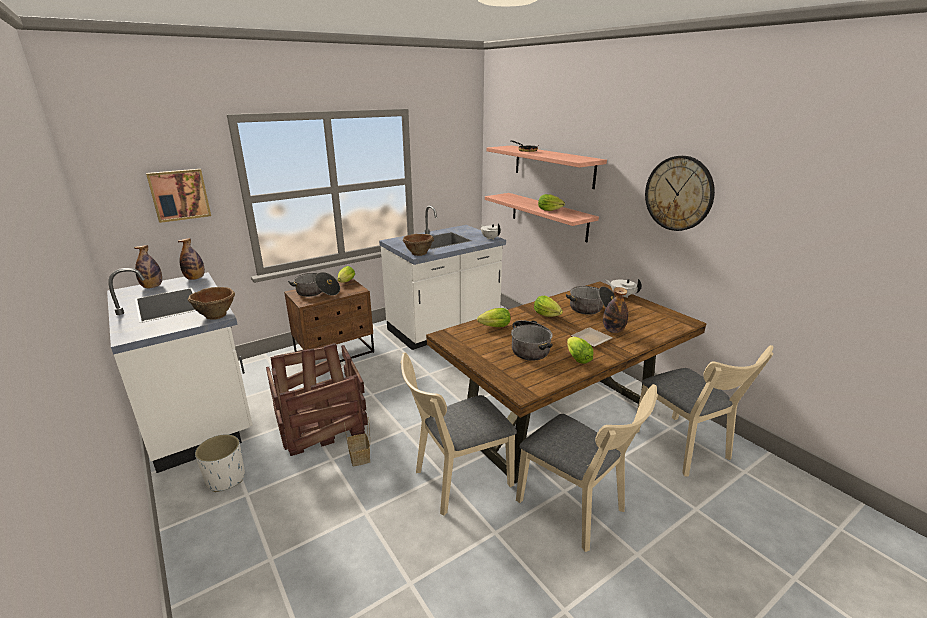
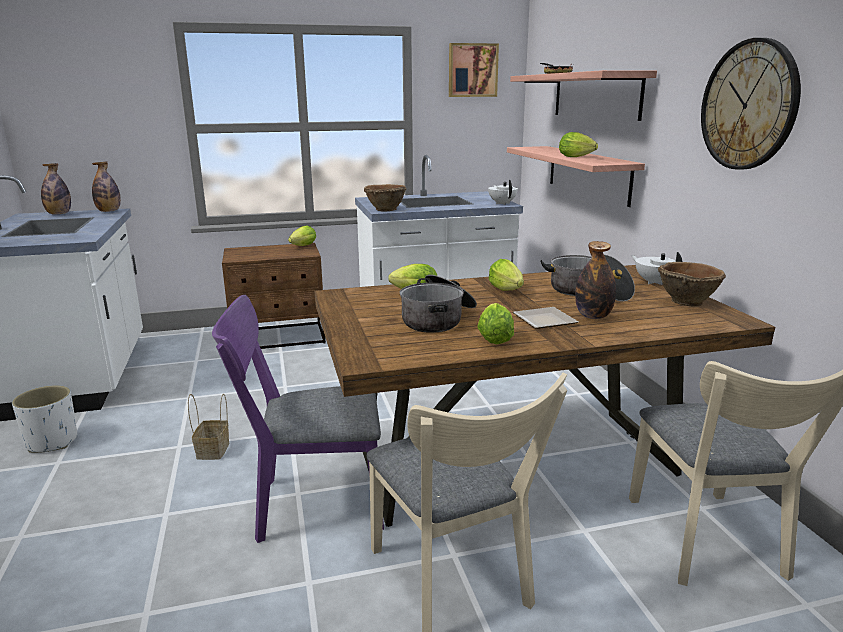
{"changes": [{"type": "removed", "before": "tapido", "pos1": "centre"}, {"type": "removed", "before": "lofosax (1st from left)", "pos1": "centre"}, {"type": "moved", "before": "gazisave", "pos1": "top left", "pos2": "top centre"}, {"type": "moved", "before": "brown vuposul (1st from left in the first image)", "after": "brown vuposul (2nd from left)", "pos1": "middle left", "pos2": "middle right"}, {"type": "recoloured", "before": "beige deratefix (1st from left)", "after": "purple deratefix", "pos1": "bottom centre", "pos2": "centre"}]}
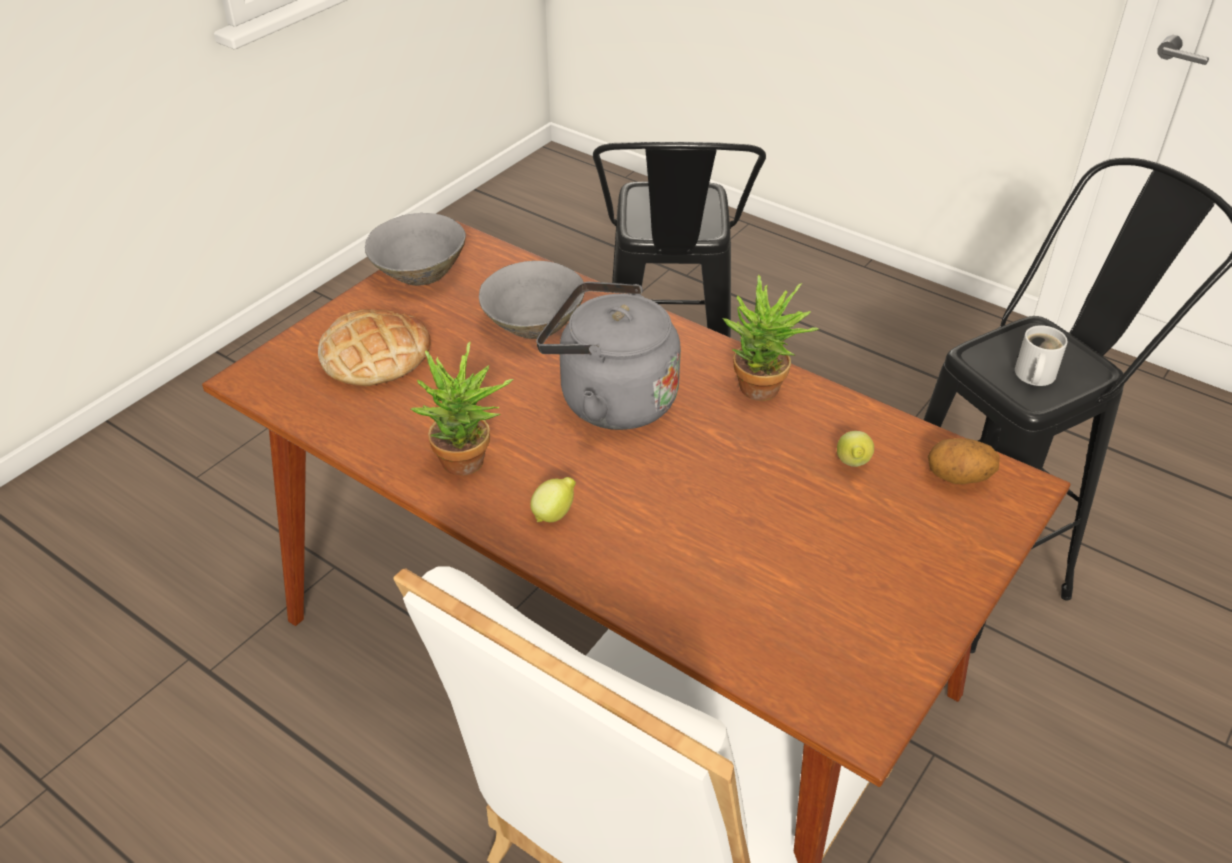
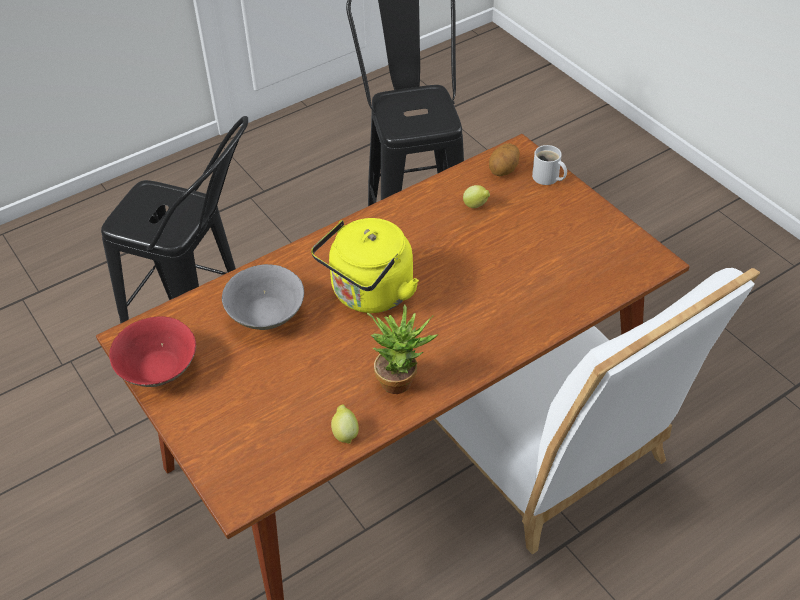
{"changes": [{"type": "removed", "before": "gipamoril", "pos1": "middle left"}, {"type": "removed", "before": "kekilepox (2nd from left)", "pos1": "centre"}, {"type": "moved", "before": "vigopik (1st from left)", "pos1": "centre", "pos2": "bottom centre"}, {"type": "moved", "before": "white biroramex", "pos1": "middle right", "pos2": "top right"}, {"type": "recoloured", "before": "grey vuposul (1st from left)", "after": "red vuposul", "pos1": "top centre", "pos2": "middle left"}, {"type": "recoloured", "before": "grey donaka", "after": "yellow donaka", "pos1": "centre", "pos2": "centre"}]}
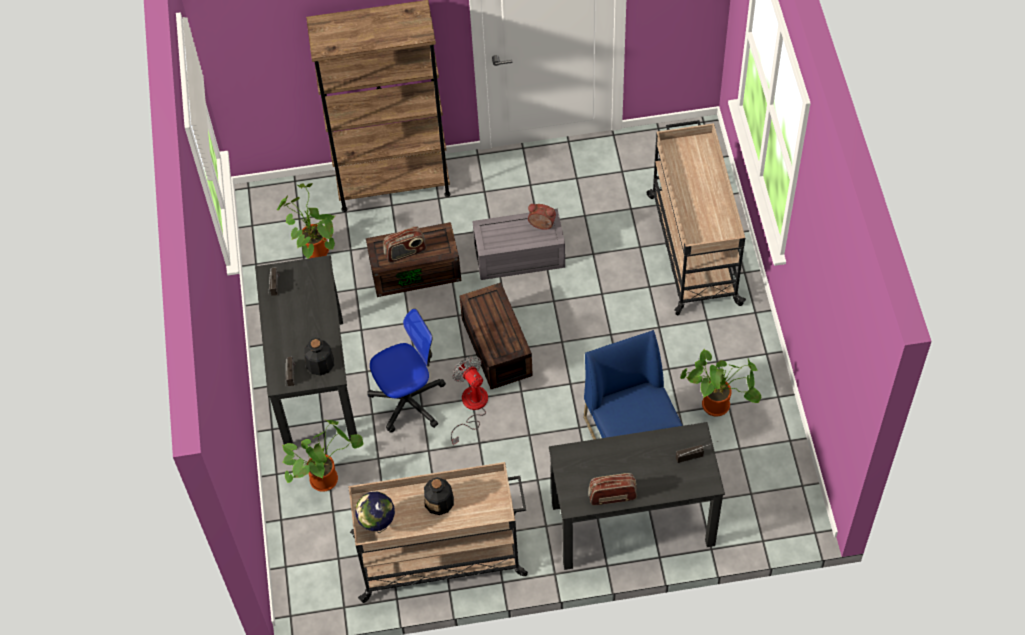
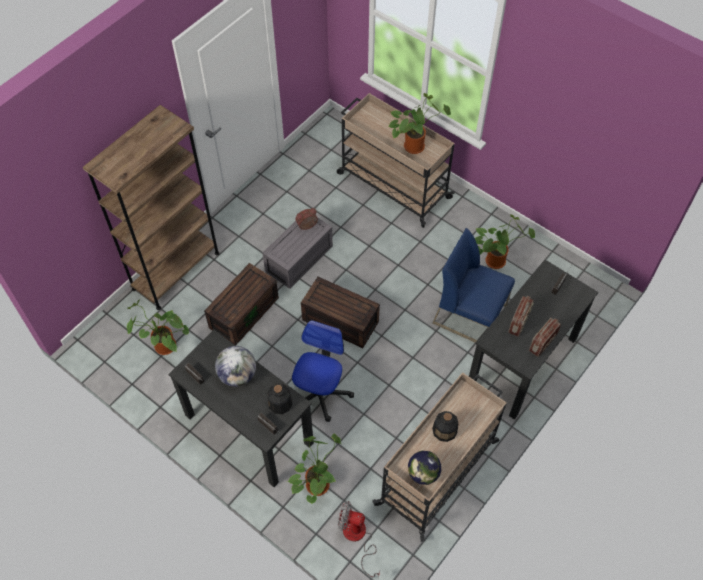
{"changes": [{"type": "added", "after": "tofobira (1st from left)", "pos2": "centre"}, {"type": "added", "after": "kekilepox (3rd from left)", "pos2": "top centre"}, {"type": "moved", "before": "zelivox (3rd from left)", "pos1": "centre", "pos2": "middle right"}, {"type": "moved", "before": "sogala", "pos1": "centre", "pos2": "bottom centre"}]}
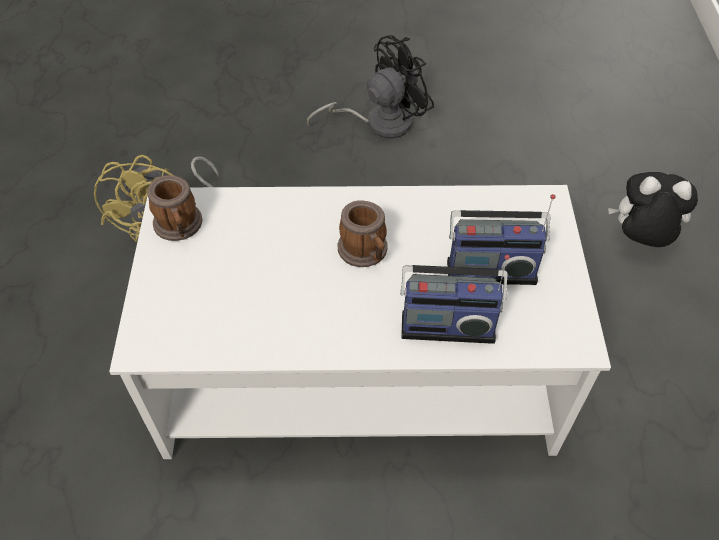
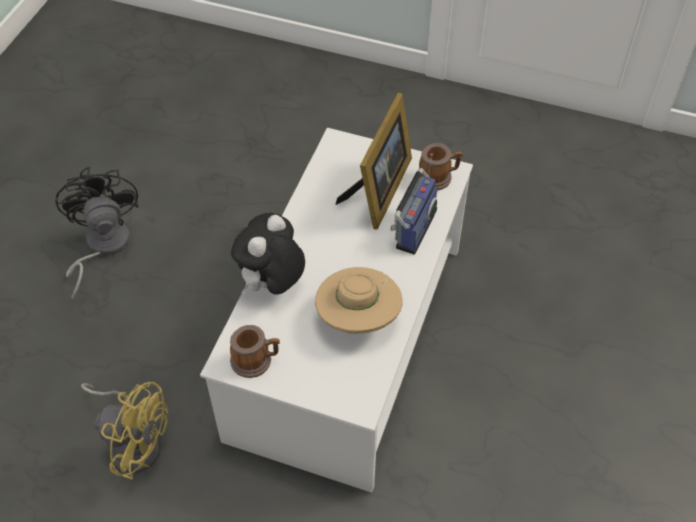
{"changes": [{"type": "added", "after": "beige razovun", "pos2": "centre"}, {"type": "moved", "before": "biroramex (2nd from left)", "pos1": "centre", "pos2": "top centre"}, {"type": "moved", "before": "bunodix", "pos1": "middle right", "pos2": "centre"}, {"type": "replaced", "before": "zelivox (2nd from left)", "after": "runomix", "pos1": "middle right", "pos2": "top centre"}]}
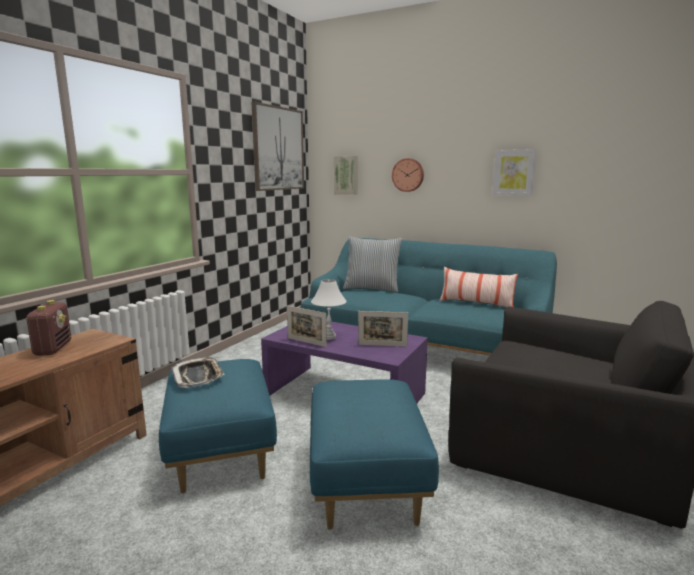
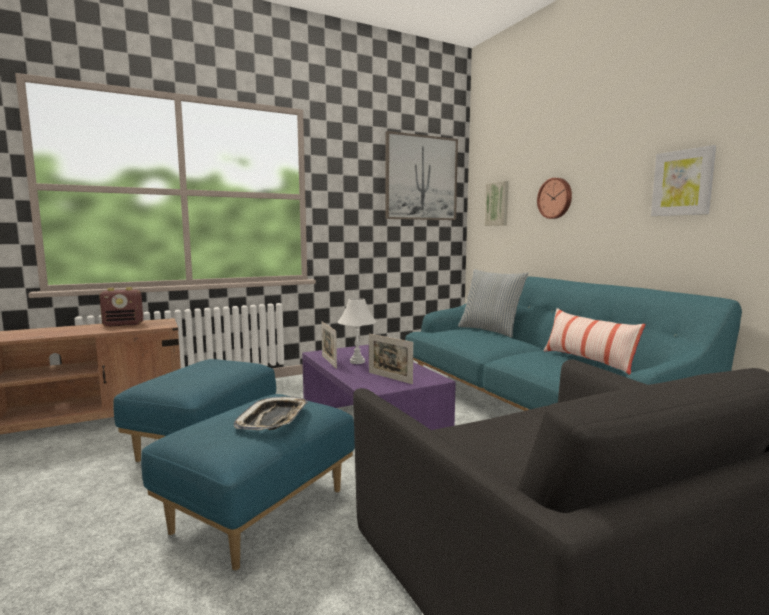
{"changes": [{"type": "moved", "before": "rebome", "pos1": "middle left", "pos2": "bottom centre"}, {"type": "turned", "before": "zelivox", "pos1": "middle left", "pos2": "middle left", "turn": 45}]}
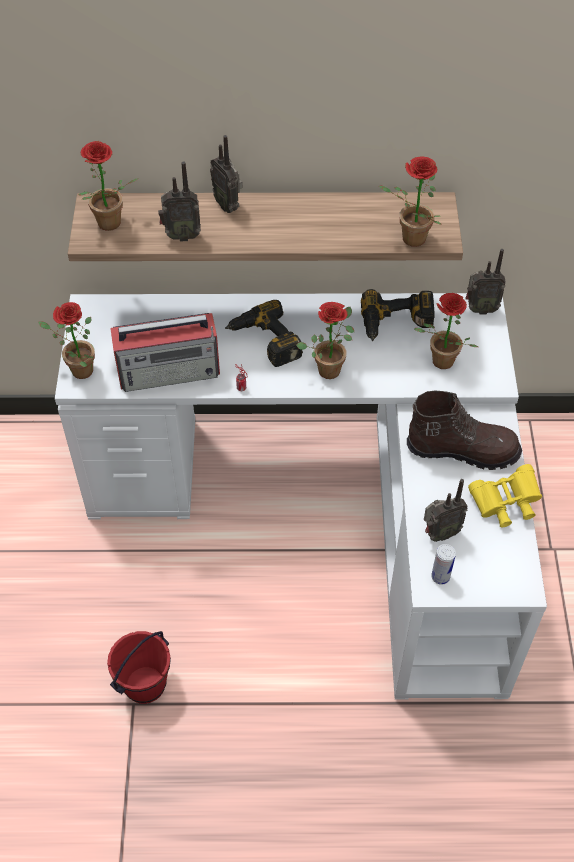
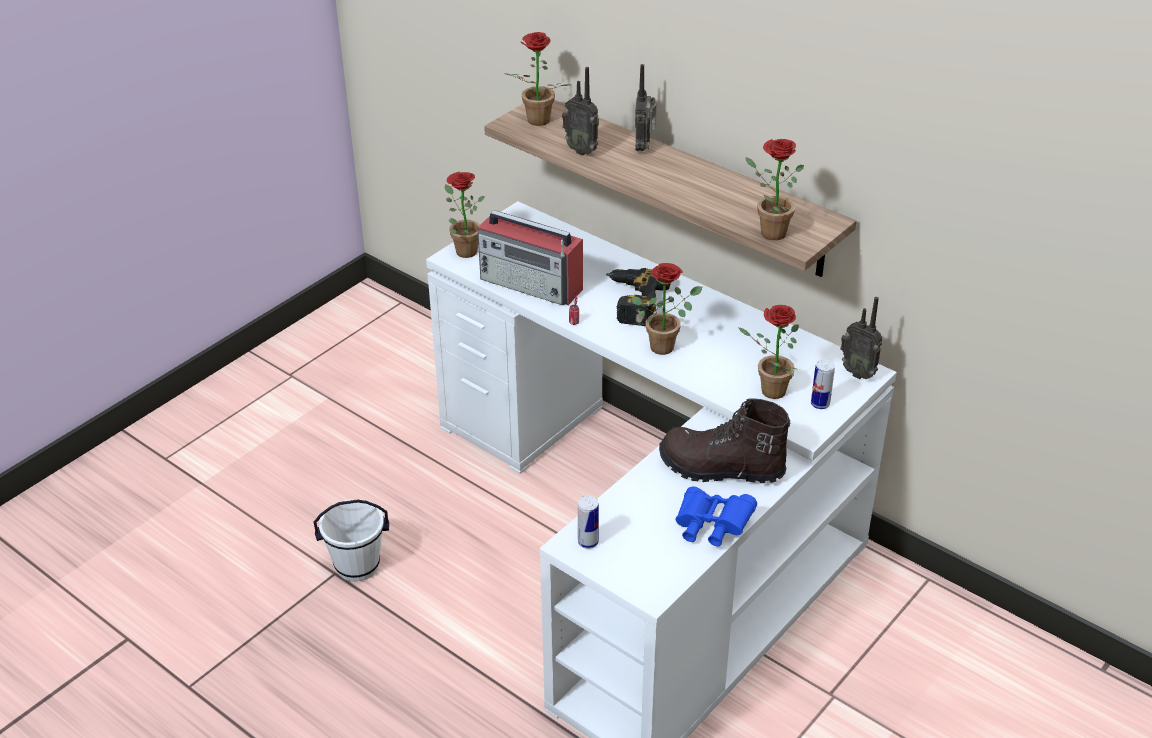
{"changes": [{"type": "removed", "before": "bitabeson (2nd from left)", "pos1": "middle right"}, {"type": "removed", "before": "zelivox (4th from left)", "pos1": "middle right"}, {"type": "added", "after": "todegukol (3rd from left)", "pos2": "middle right"}, {"type": "recoloured", "before": "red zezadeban", "after": "white zezadeban", "pos1": "bottom left", "pos2": "bottom left"}, {"type": "recoloured", "before": "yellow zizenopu", "after": "blue zizenopu", "pos1": "middle right", "pos2": "bottom centre"}, {"type": "turned", "before": "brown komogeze", "pos1": "middle right", "pos2": "centre", "turn": 150}]}
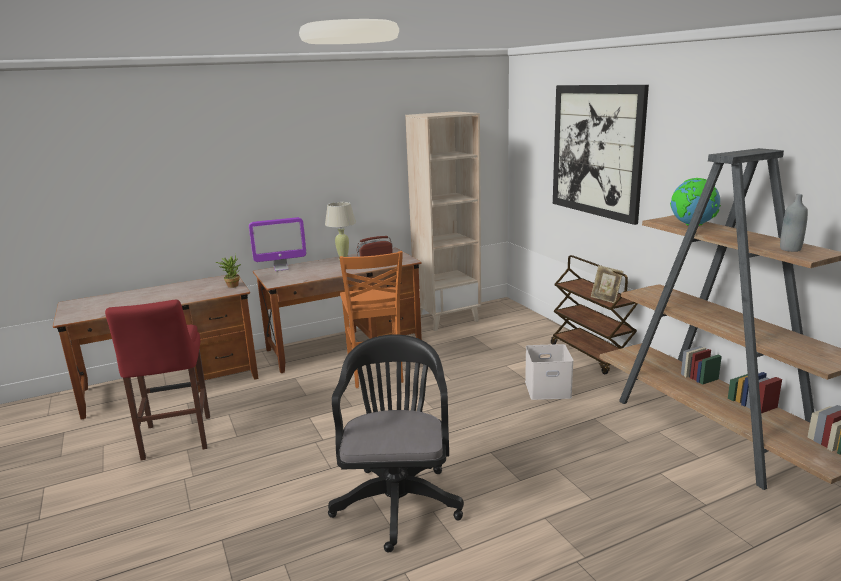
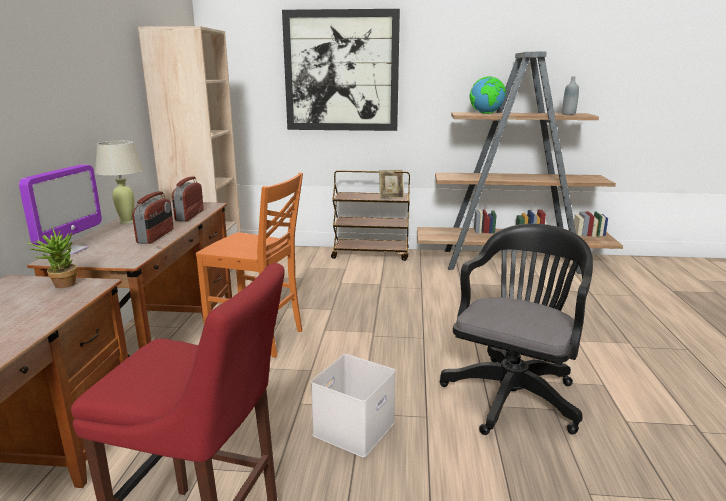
{"changes": [{"type": "added", "after": "zelivox (1st from left)", "pos2": "middle left"}, {"type": "moved", "before": "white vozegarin", "pos1": "centre", "pos2": "bottom centre"}, {"type": "turned", "before": "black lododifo", "pos1": "bottom centre", "pos2": "middle right", "turn": 90}]}
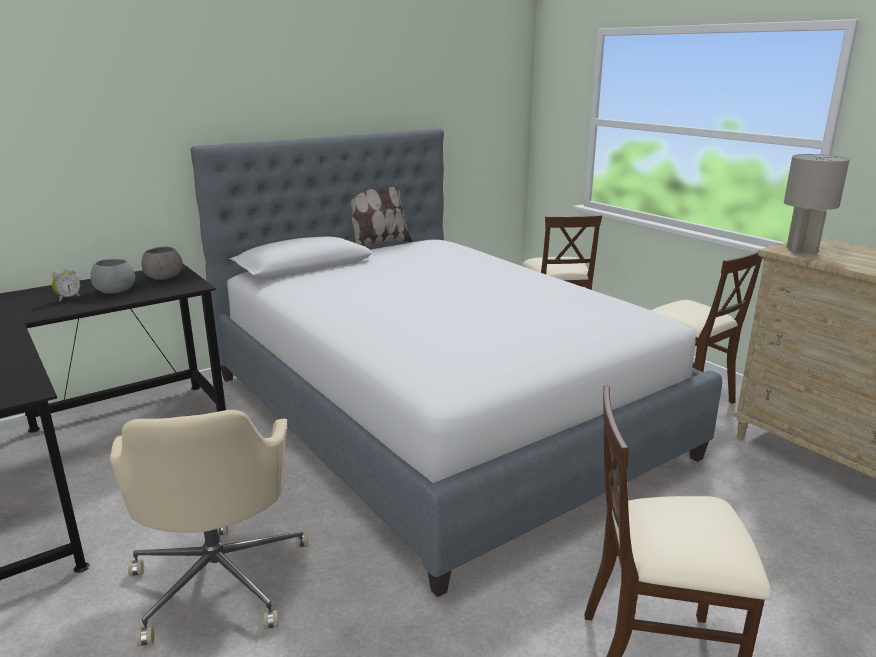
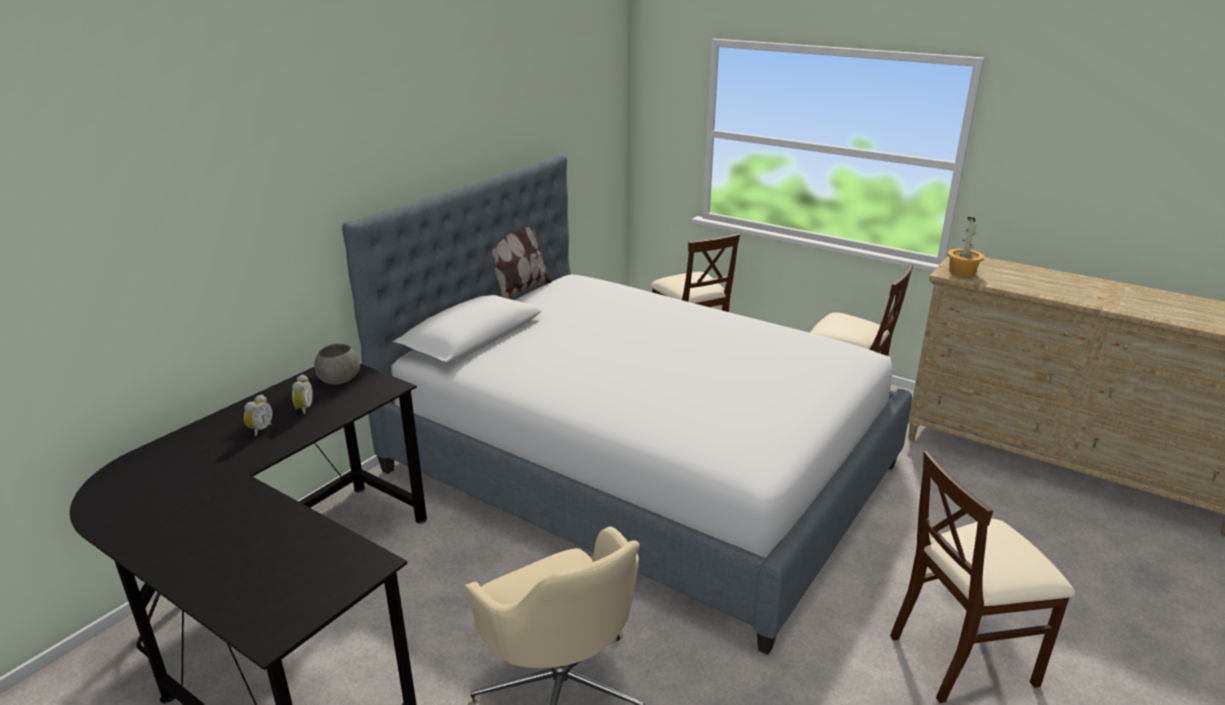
{"changes": [{"type": "replaced", "before": "grey vuposul (1st from left)", "after": "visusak (2nd from left)", "pos1": "middle left", "pos2": "middle left"}, {"type": "replaced", "before": "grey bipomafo", "after": "kekilepox", "pos1": "top right", "pos2": "middle right"}]}
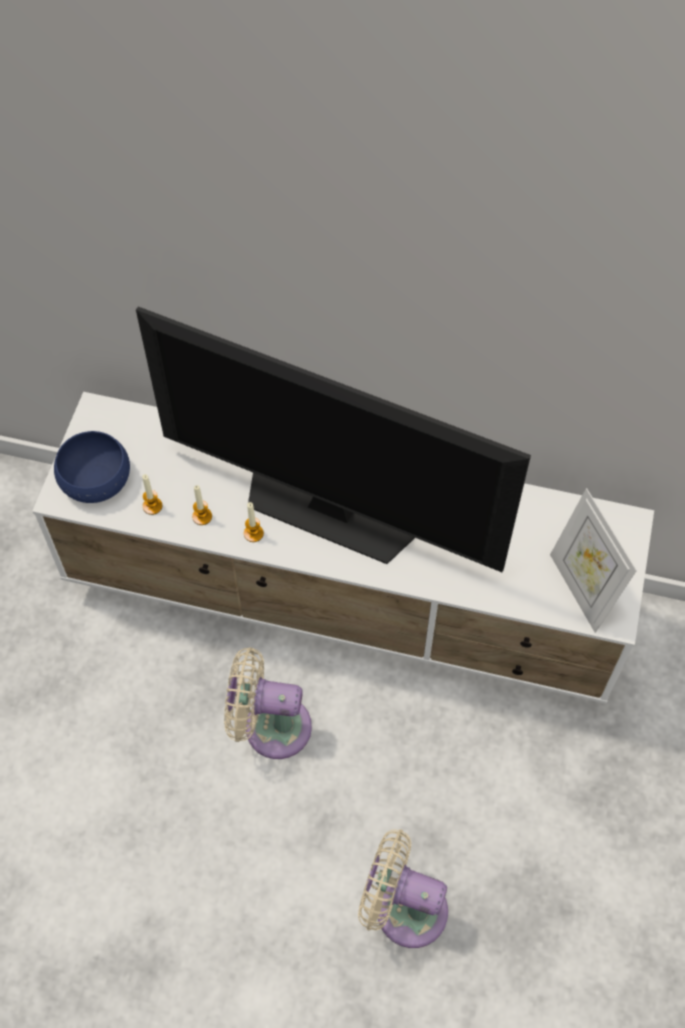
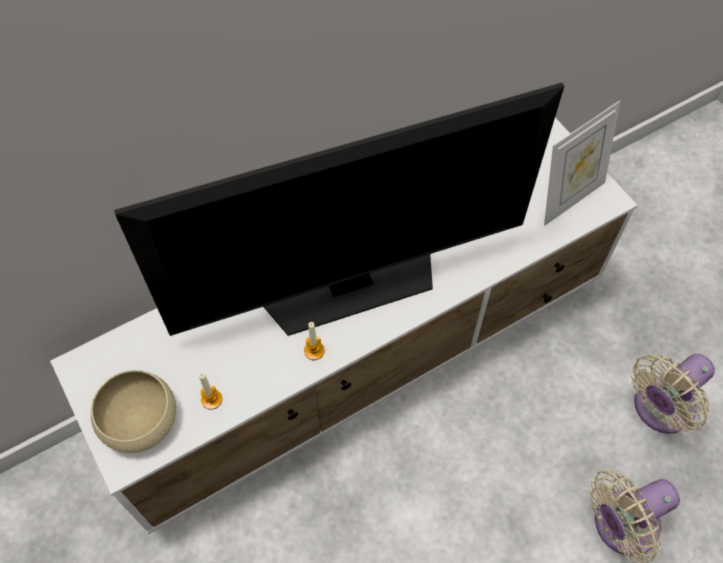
{"changes": [{"type": "removed", "before": "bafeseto (2nd from left)", "pos1": "middle left"}, {"type": "moved", "before": "beige sogala (1st from left in the first image)", "after": "beige sogala (2nd from left)", "pos1": "bottom centre", "pos2": "bottom right"}, {"type": "recoloured", "before": "blue vuposul", "after": "beige vuposul", "pos1": "middle left", "pos2": "bottom left"}, {"type": "turned", "before": "runomix", "pos1": "middle right", "pos2": "top right", "turn": -60}]}
